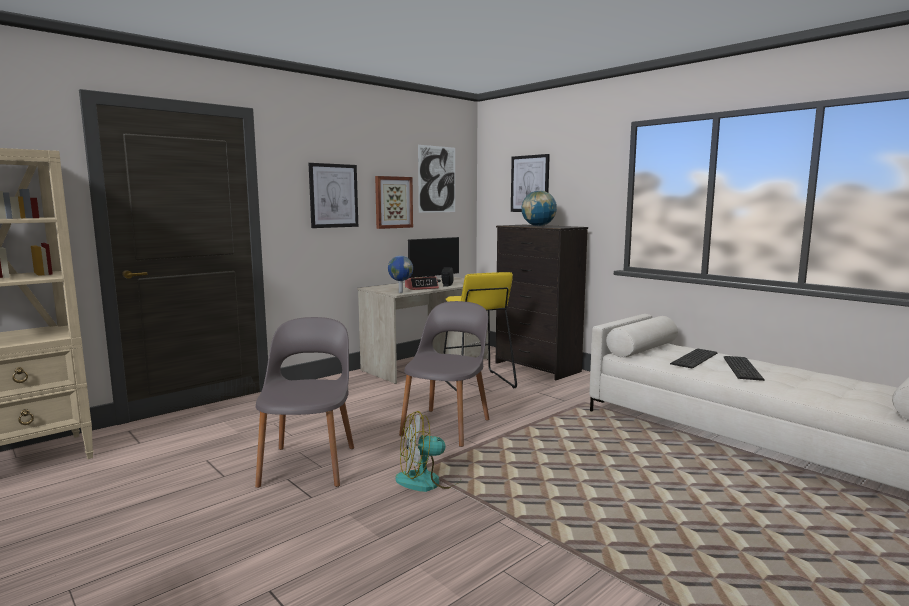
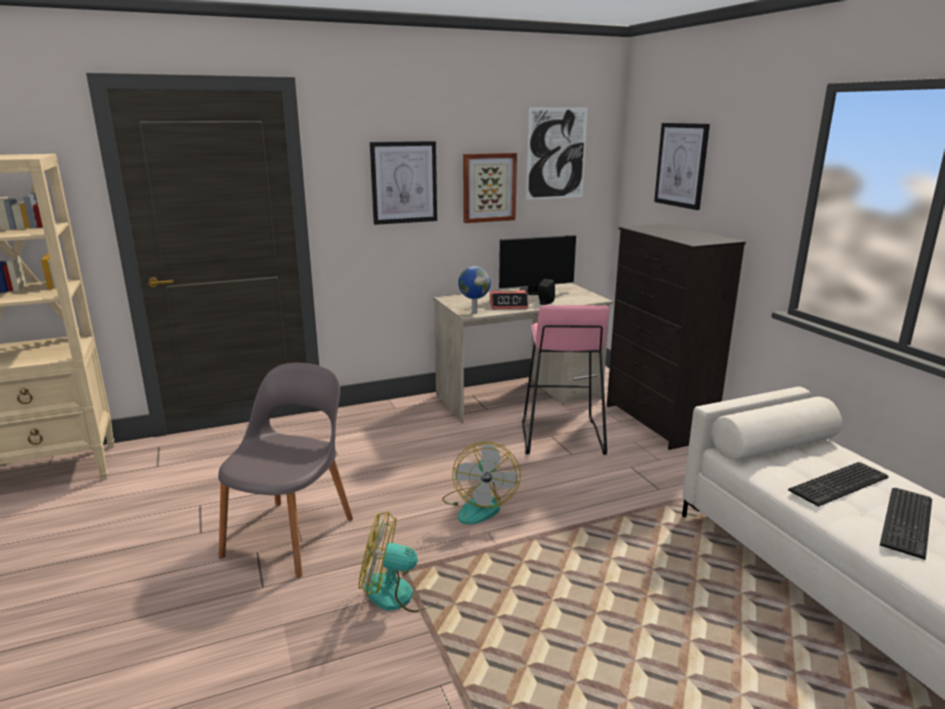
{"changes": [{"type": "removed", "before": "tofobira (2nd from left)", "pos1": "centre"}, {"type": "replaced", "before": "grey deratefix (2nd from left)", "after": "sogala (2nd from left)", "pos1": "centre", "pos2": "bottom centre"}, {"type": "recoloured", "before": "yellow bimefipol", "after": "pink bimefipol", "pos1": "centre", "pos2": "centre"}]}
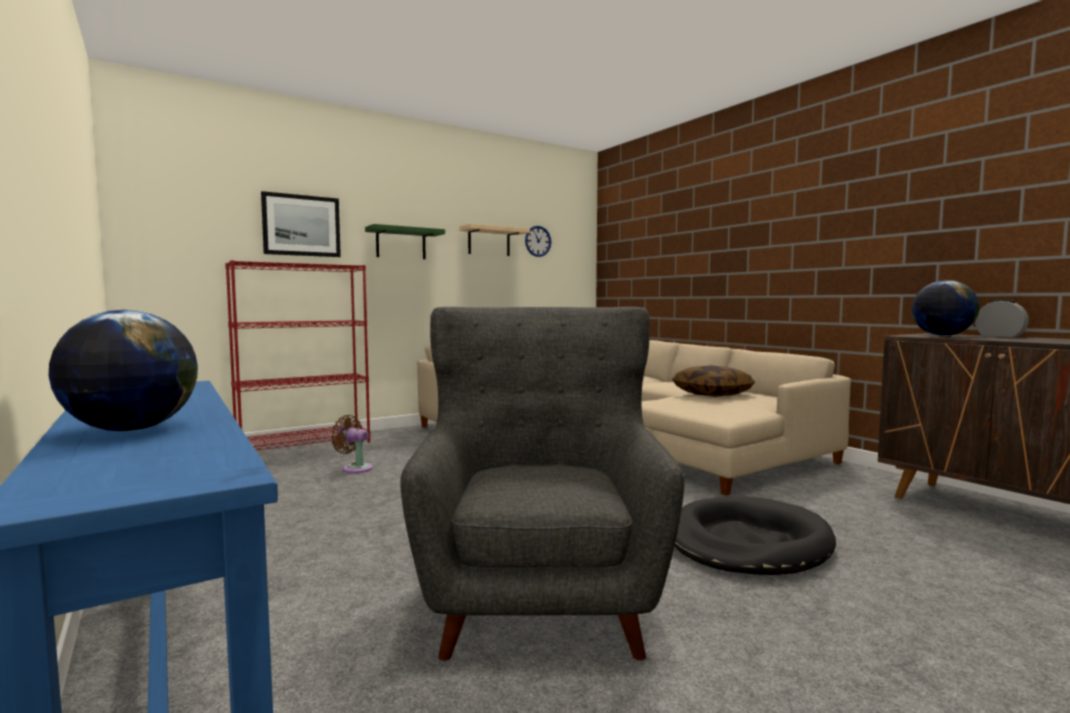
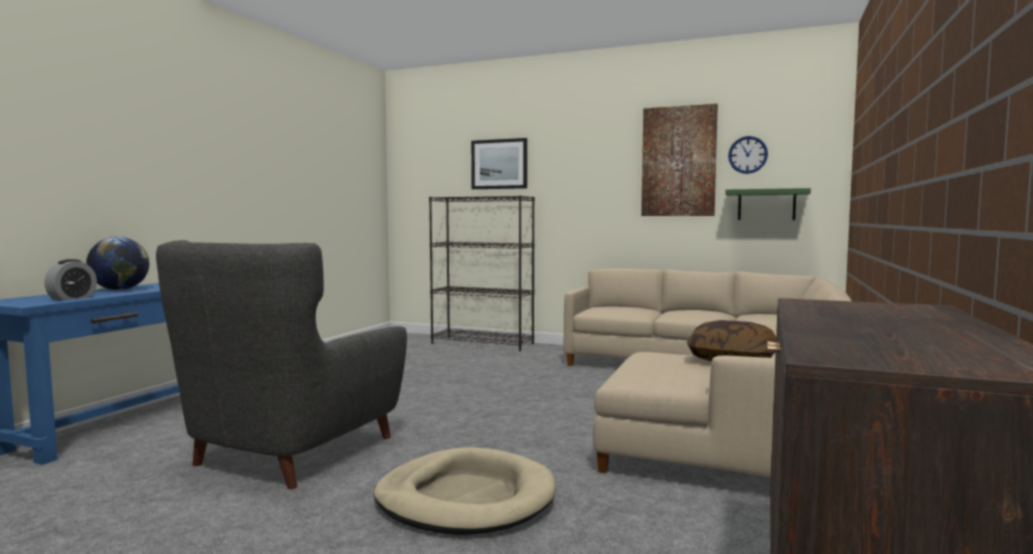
{"changes": [{"type": "removed", "before": "brown sogala", "pos1": "middle left"}, {"type": "removed", "before": "tofobira (2nd from left)", "pos1": "middle right"}, {"type": "moved", "before": "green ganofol", "pos1": "centre", "pos2": "middle right"}, {"type": "moved", "before": "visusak", "pos1": "middle right", "pos2": "middle left"}, {"type": "replaced", "before": "beige ganofol", "after": "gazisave (2nd from left)", "pos1": "centre", "pos2": "top centre"}, {"type": "recoloured", "before": "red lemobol", "after": "black lemobol", "pos1": "middle left", "pos2": "centre"}, {"type": "recoloured", "before": "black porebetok", "after": "beige porebetok", "pos1": "bottom right", "pos2": "bottom centre"}, {"type": "turned", "before": "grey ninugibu", "pos1": "bottom centre", "pos2": "middle left", "turn": 150}]}
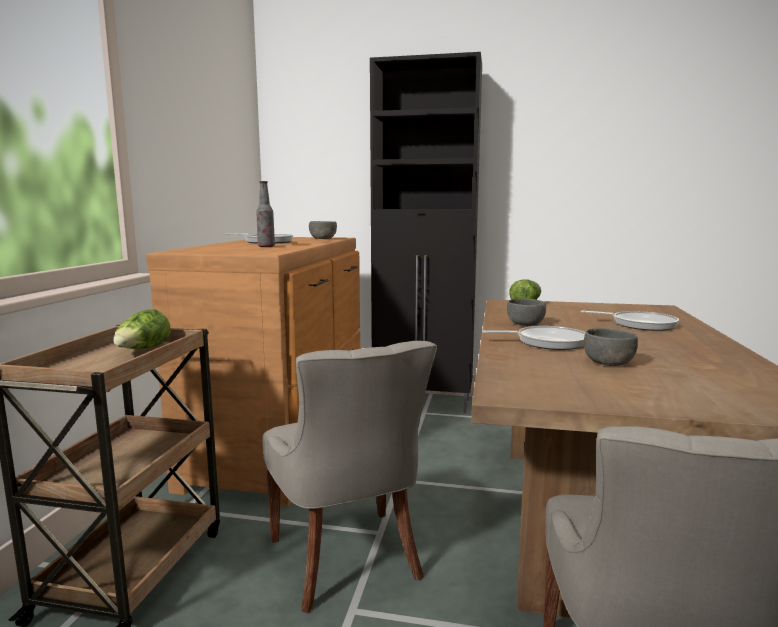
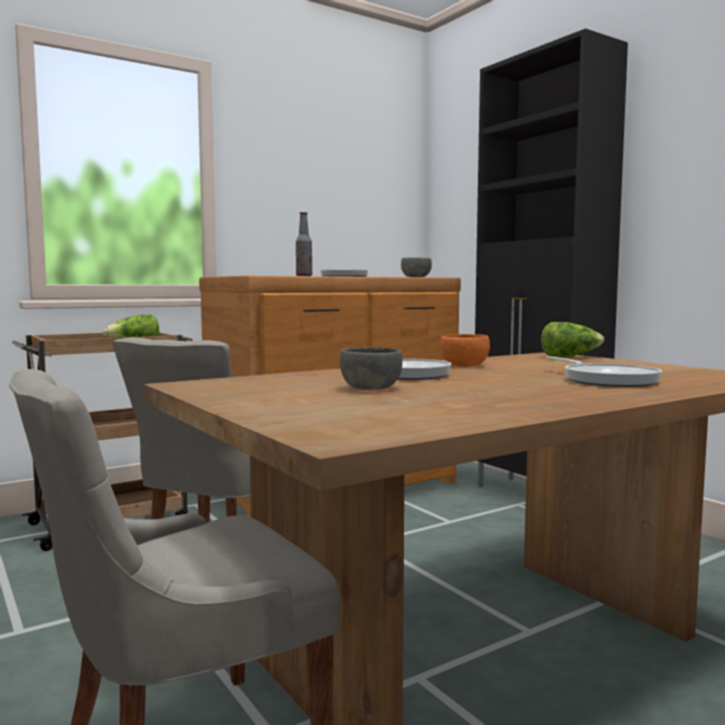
{"changes": [{"type": "recoloured", "before": "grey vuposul (2nd from left)", "after": "orange vuposul", "pos1": "middle right", "pos2": "centre"}]}
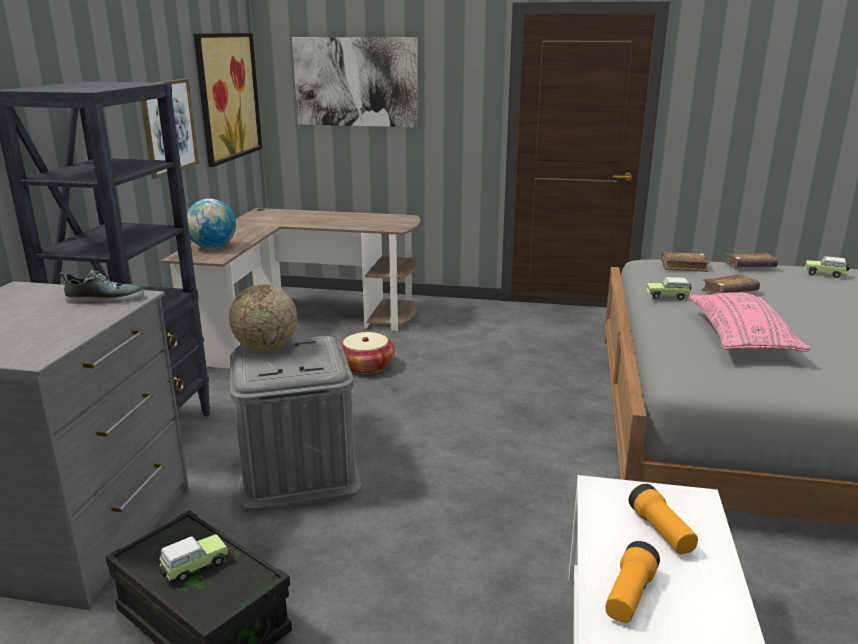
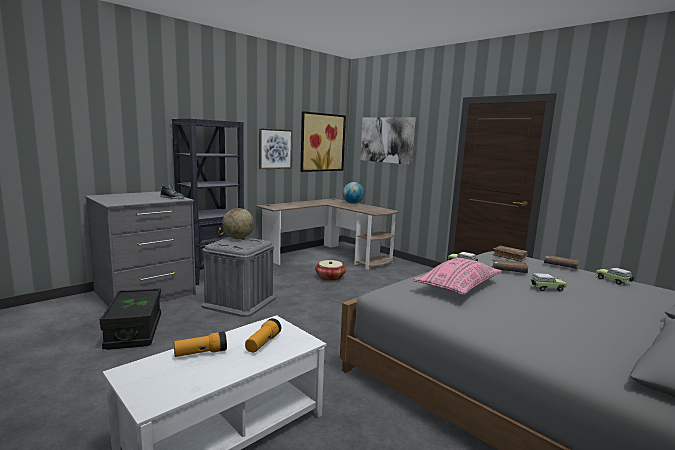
{"changes": [{"type": "moved", "before": "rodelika (1st from left in the first image)", "after": "rodelika (2nd from left)", "pos1": "bottom left", "pos2": "middle right"}, {"type": "moved", "before": "tofobira (1st from left in the first image)", "after": "tofobira (2nd from left)", "pos1": "middle left", "pos2": "centre"}]}
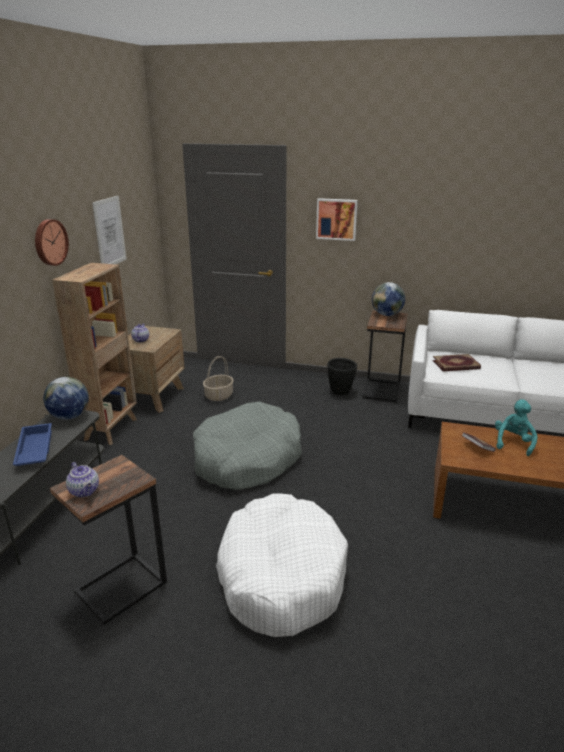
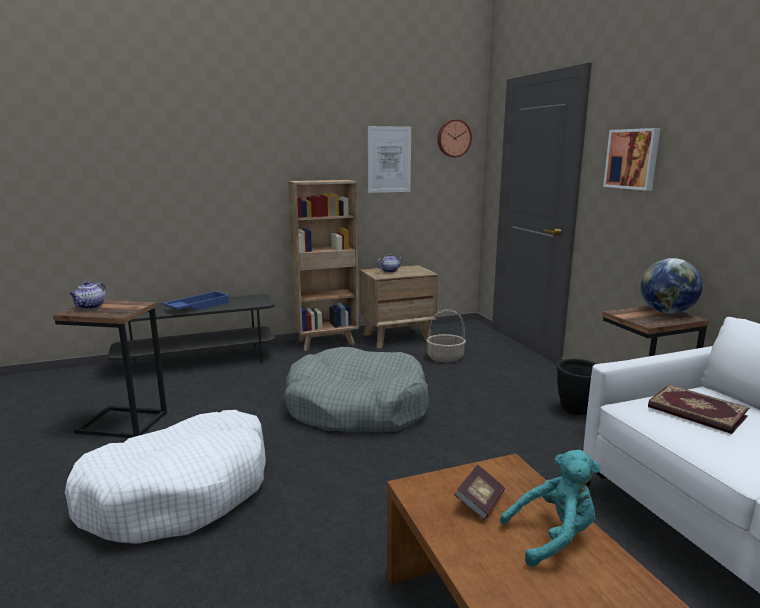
{"changes": [{"type": "removed", "before": "tofobira (1st from left)", "pos1": "middle left"}, {"type": "moved", "before": "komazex", "pos1": "top left", "pos2": "top centre"}]}
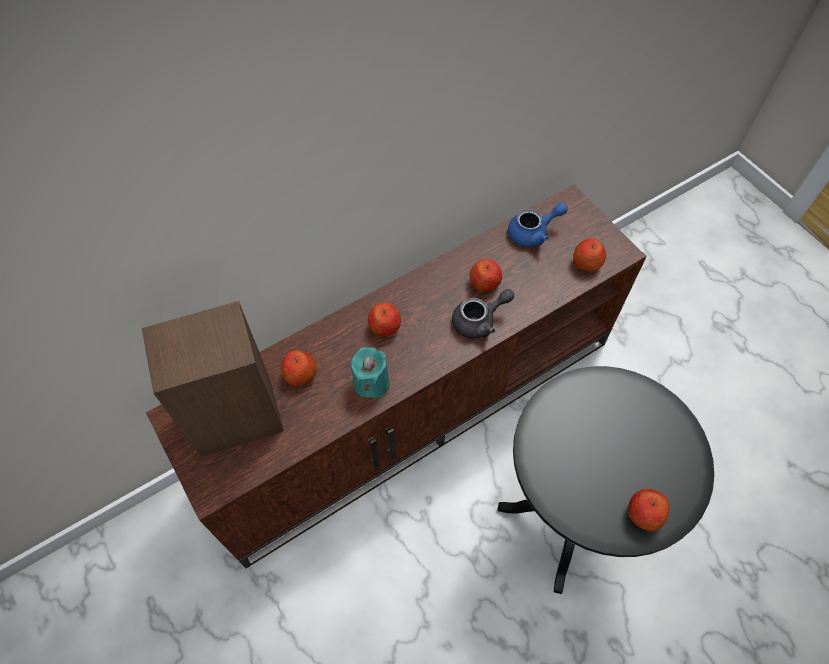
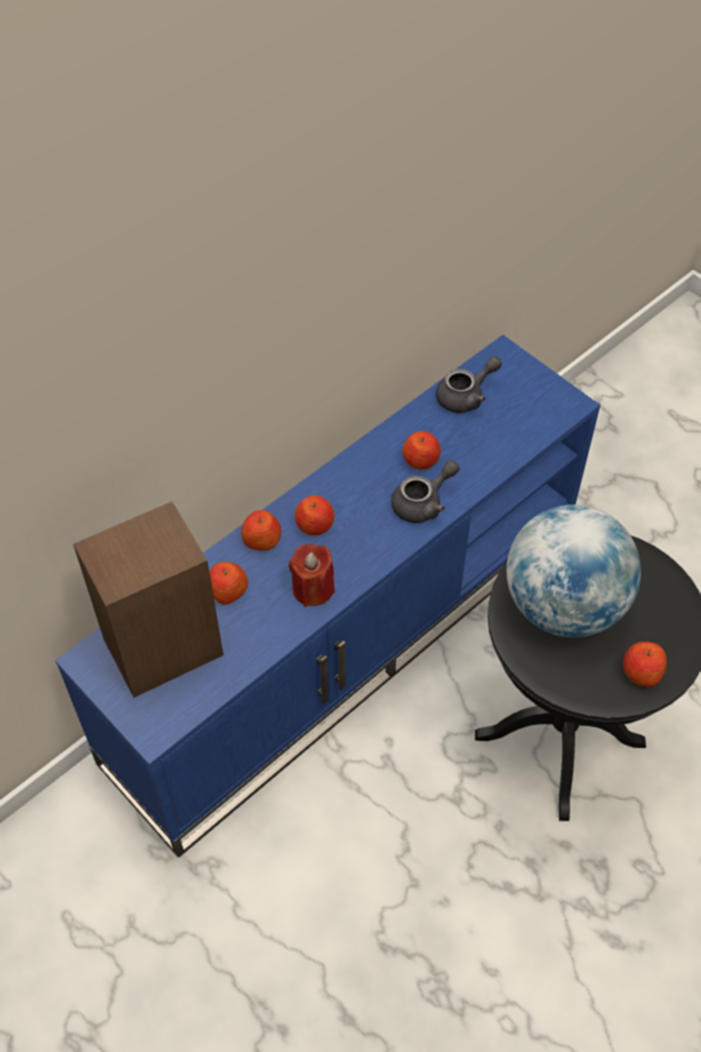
{"changes": [{"type": "added", "after": "tofobira", "pos2": "middle right"}, {"type": "moved", "before": "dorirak (4th from left in the first image)", "after": "dorirak (2nd from left)", "pos1": "middle right", "pos2": "centre"}, {"type": "recoloured", "before": "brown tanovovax", "after": "blue tanovovax", "pos1": "centre", "pos2": "centre"}, {"type": "recoloured", "before": "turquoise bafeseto", "after": "red bafeseto", "pos1": "centre", "pos2": "centre"}, {"type": "recoloured", "before": "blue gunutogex", "after": "grey gunutogex (2nd from left)", "pos1": "centre", "pos2": "middle right"}]}
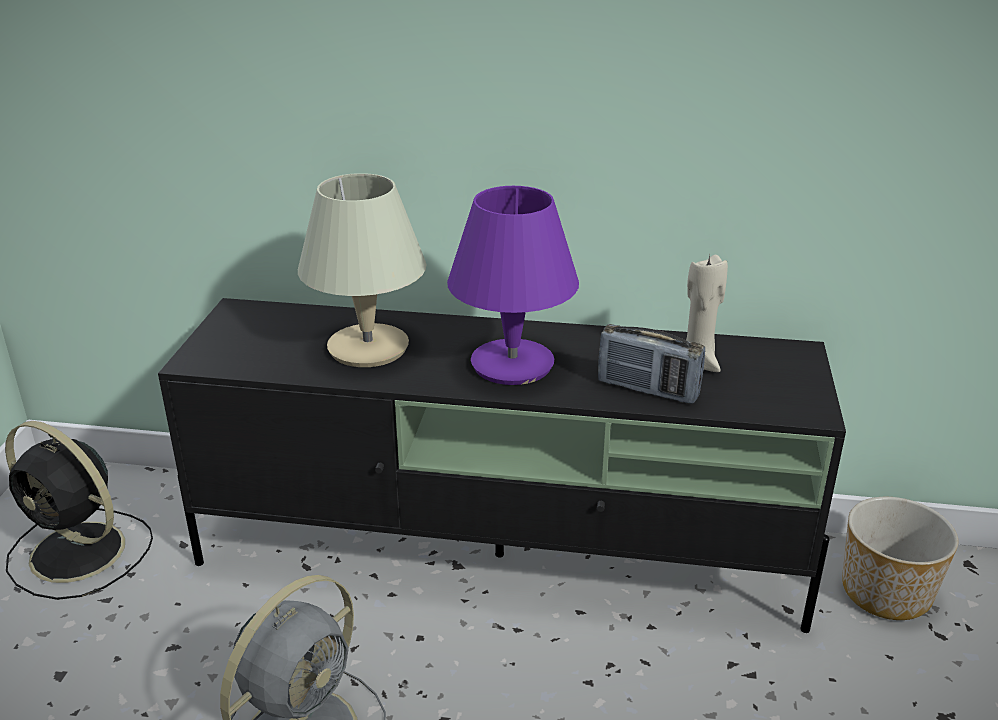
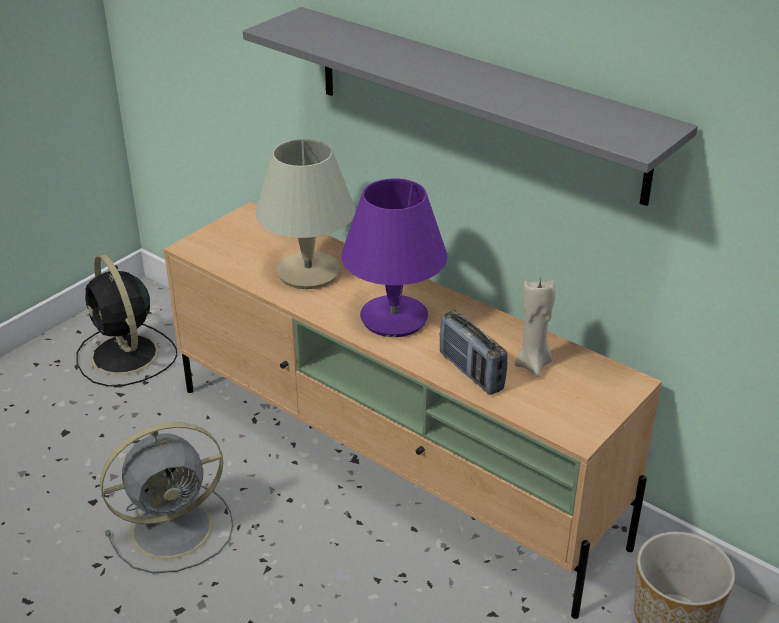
{"changes": [{"type": "added", "after": "grey ganofol", "pos2": "top centre"}, {"type": "recoloured", "before": "black tanovovax", "after": "beige tanovovax", "pos1": "centre", "pos2": "centre"}]}
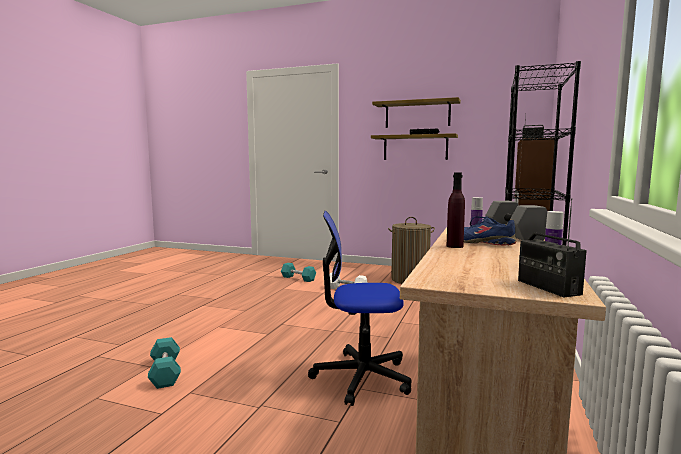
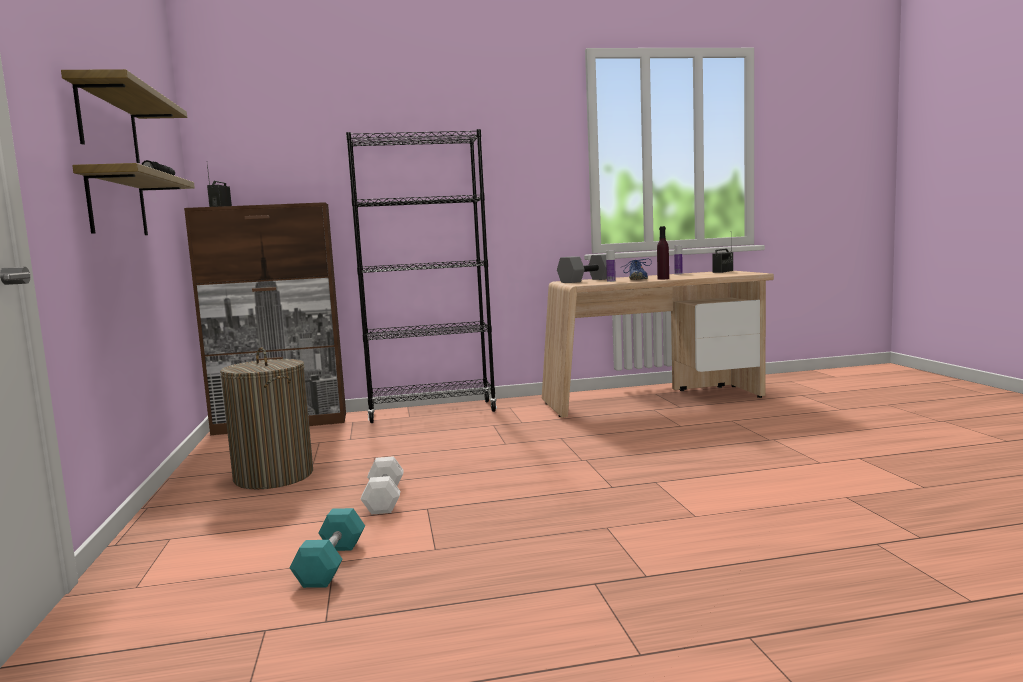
{"changes": [{"type": "removed", "before": "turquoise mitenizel (1st from left)", "pos1": "bottom left"}, {"type": "removed", "before": "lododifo", "pos1": "bottom centre"}]}
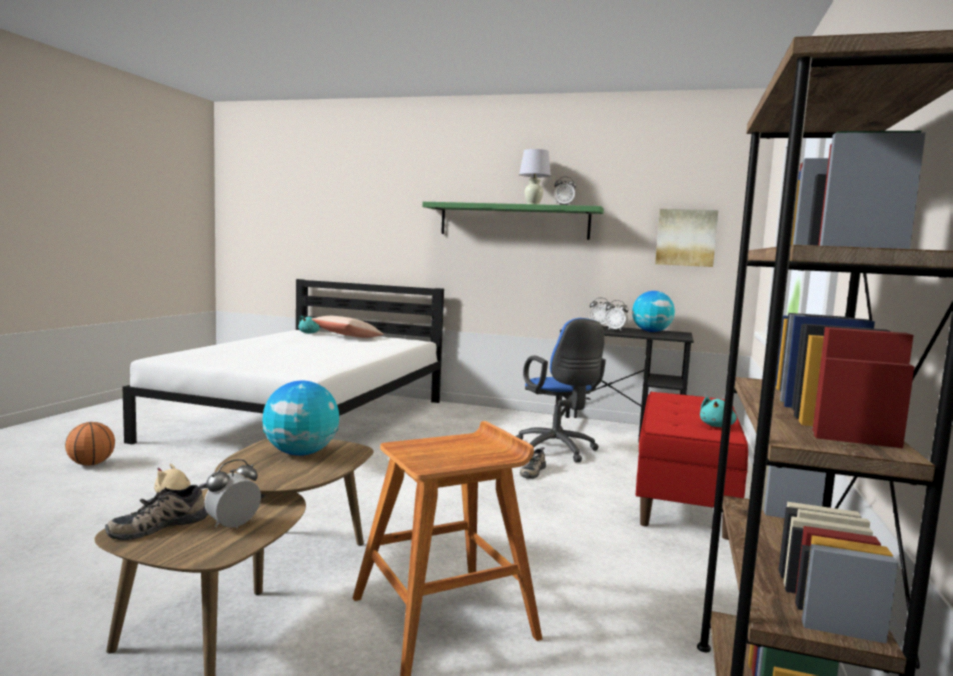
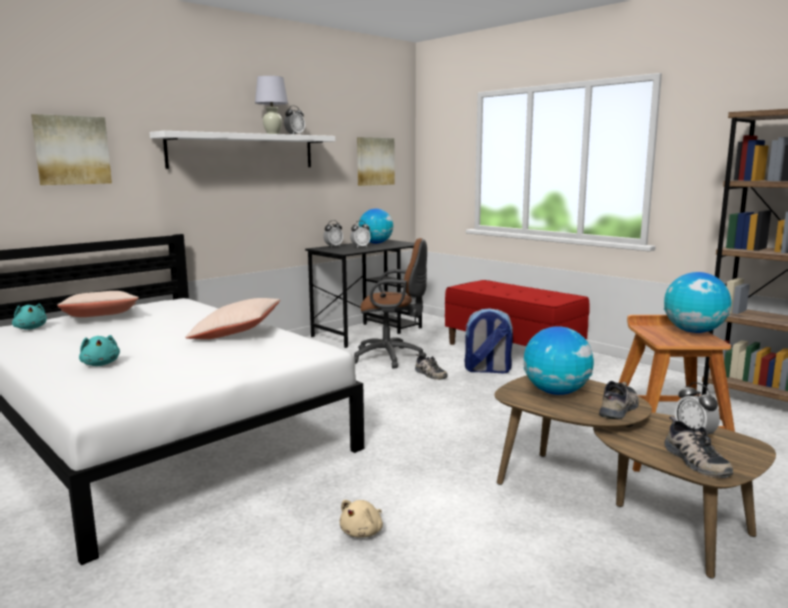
{"changes": [{"type": "removed", "before": "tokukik", "pos1": "middle left"}, {"type": "added", "after": "gazisave (1st from left)", "pos2": "top left"}, {"type": "added", "after": "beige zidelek (2nd from left)", "pos2": "middle left"}, {"type": "added", "after": "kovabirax", "pos2": "centre"}, {"type": "added", "after": "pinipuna (2nd from left)", "pos2": "middle right"}, {"type": "added", "after": "tofobira (3rd from left)", "pos2": "middle right"}, {"type": "moved", "before": "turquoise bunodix (2nd from left)", "pos1": "middle right", "pos2": "middle left"}, {"type": "recoloured", "before": "green ganofol", "after": "white ganofol", "pos1": "top centre", "pos2": "top left"}, {"type": "recoloured", "before": "blue lododifo", "after": "brown lododifo", "pos1": "centre", "pos2": "centre"}]}
